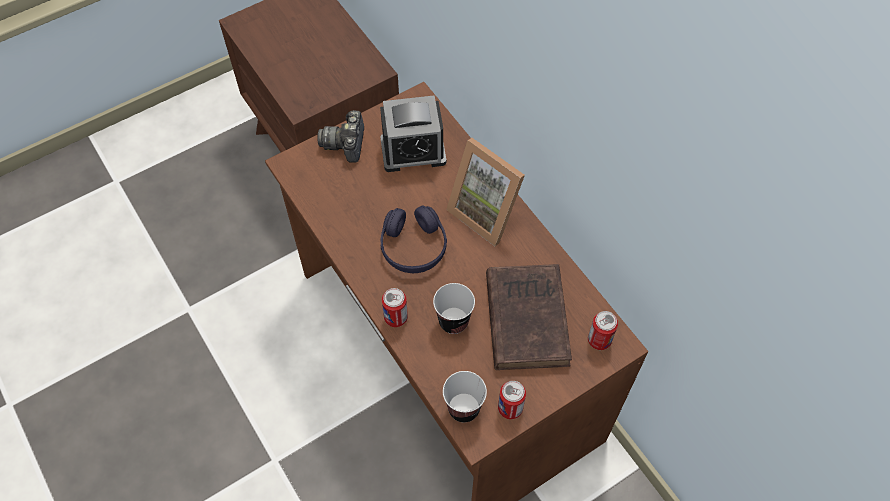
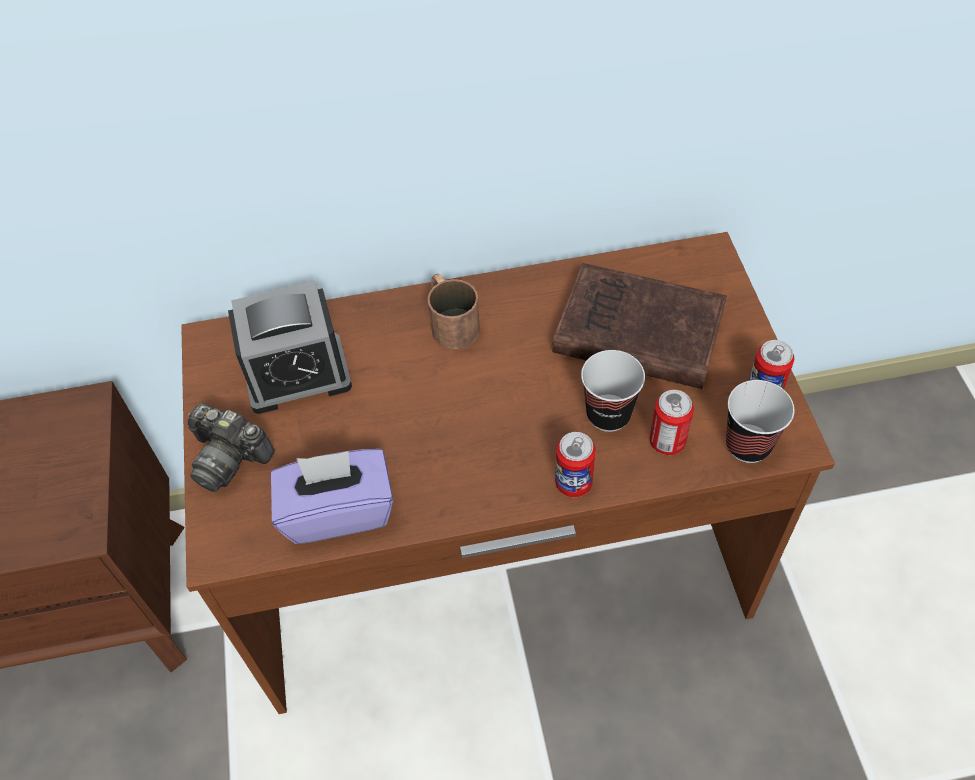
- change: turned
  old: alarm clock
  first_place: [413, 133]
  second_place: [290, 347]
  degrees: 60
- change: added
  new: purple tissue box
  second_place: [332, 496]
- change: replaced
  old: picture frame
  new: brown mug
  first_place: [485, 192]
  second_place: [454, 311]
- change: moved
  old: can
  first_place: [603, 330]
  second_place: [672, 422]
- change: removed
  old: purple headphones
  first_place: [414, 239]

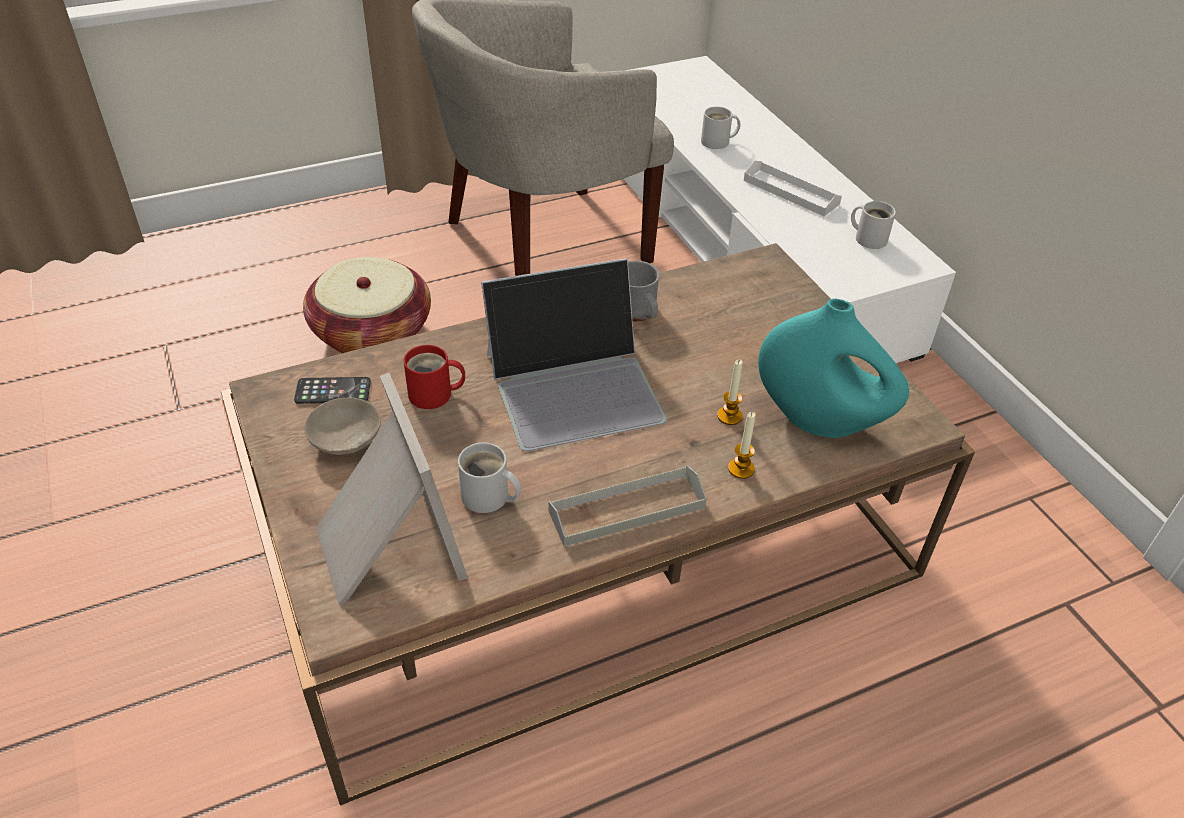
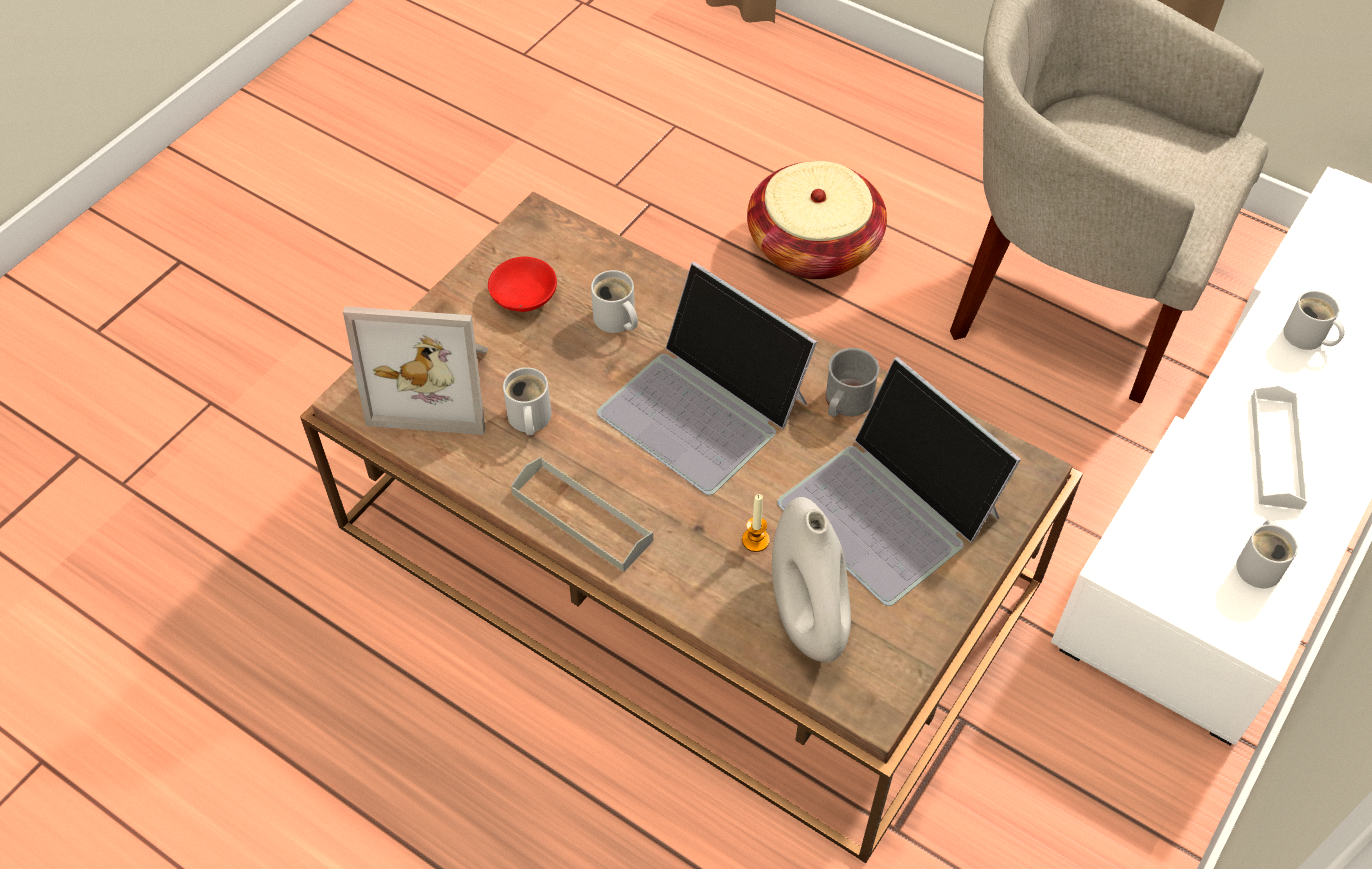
- change: turned
  old: picture frame
  first_place: [392, 489]
  second_place: [415, 370]
  degrees: 60
- change: recoloured
  old: beige bowl
  new: red bowl
  first_place: [342, 426]
  second_place: [522, 284]
- change: recoloured
  old: red mug
  new: white mug
  first_place: [434, 377]
  second_place: [614, 301]
- change: recoloured
  old: turquoise vase
  new: white vase
  first_place: [833, 368]
  second_place: [811, 580]
- change: added
  new: laptop
  second_place: [899, 481]
- change: removed
  old: phone
  first_place: [332, 390]
- change: removed
  old: candle
  first_place: [742, 445]

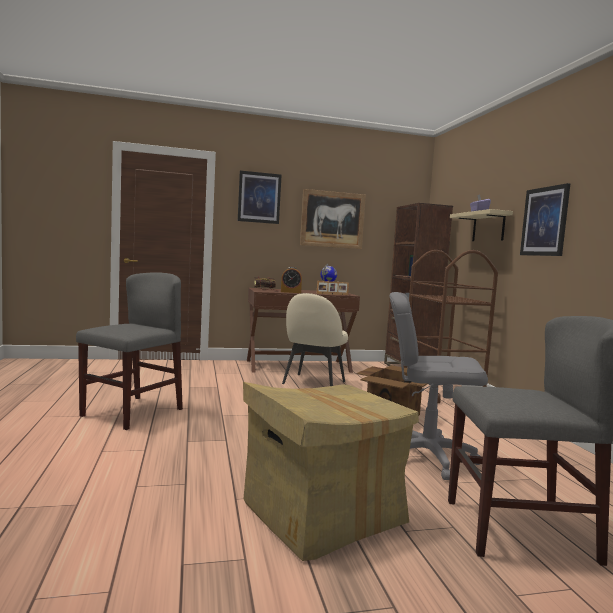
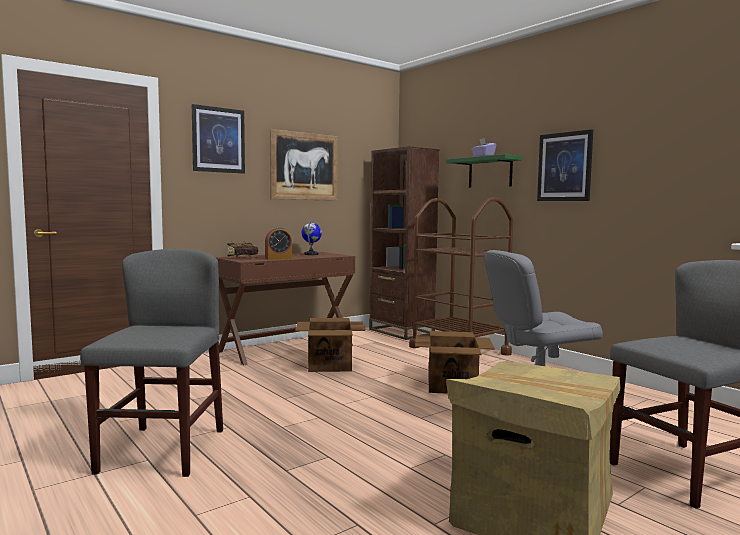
- change: replaced
  old: beige chair
  new: cardboard box
  first_place: [315, 339]
  second_place: [330, 345]
- change: recoloured
  old: beige shelf
  new: green shelf
  first_place: [481, 225]
  second_place: [484, 171]
- change: removed
  old: picture frame
  first_place: [333, 288]

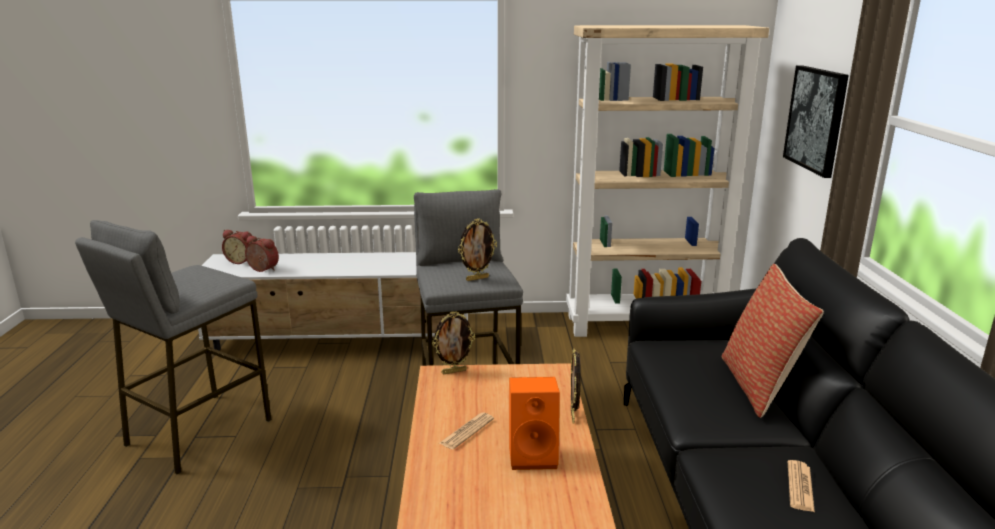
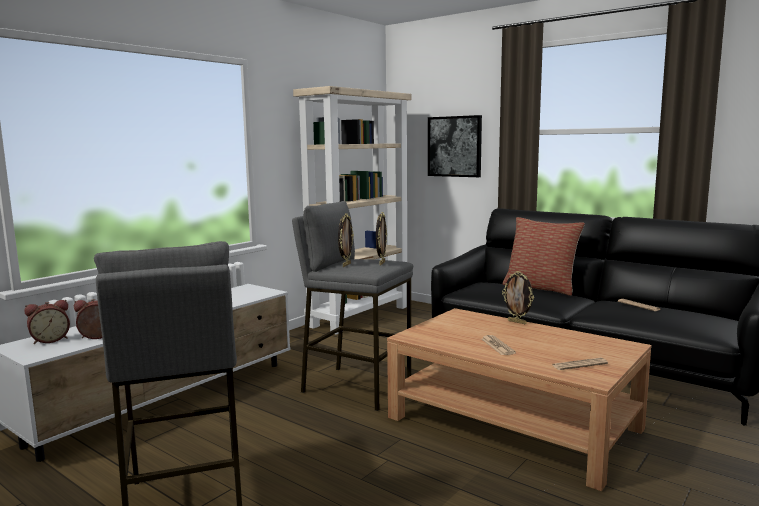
- change: moved
  old: picture frame
  first_place: [453, 342]
  second_place: [346, 240]
- change: added
  new: newspaper
  second_place: [580, 364]
- change: removed
  old: orange speaker
  first_place: [534, 423]

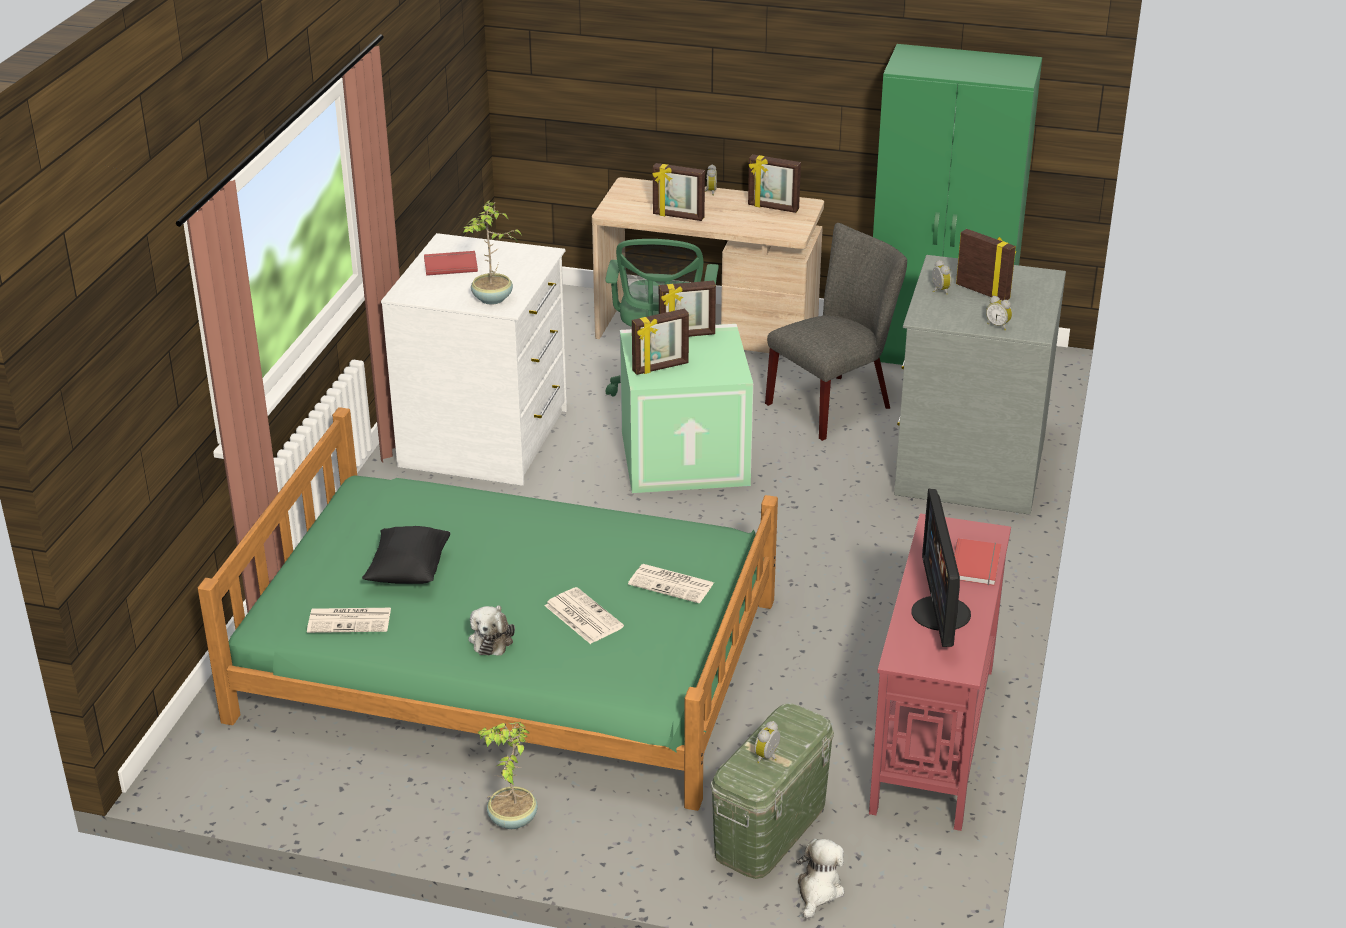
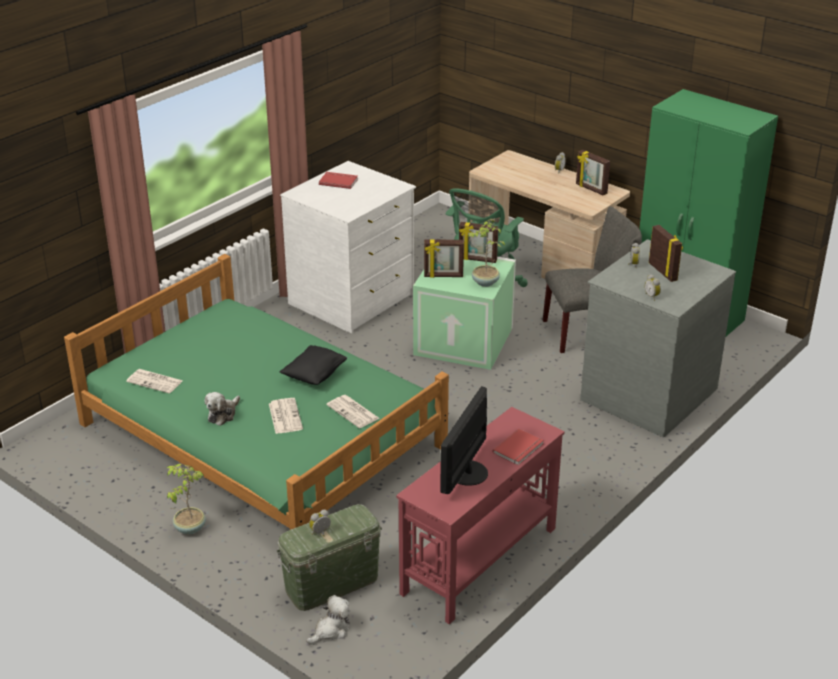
- change: moved
  old: black pillow
  first_place: [406, 555]
  second_place: [313, 365]
- change: moved
  old: potted plant
  first_place: [492, 252]
  second_place: [486, 253]
- change: removed
  old: picture frame
  first_place: [678, 192]

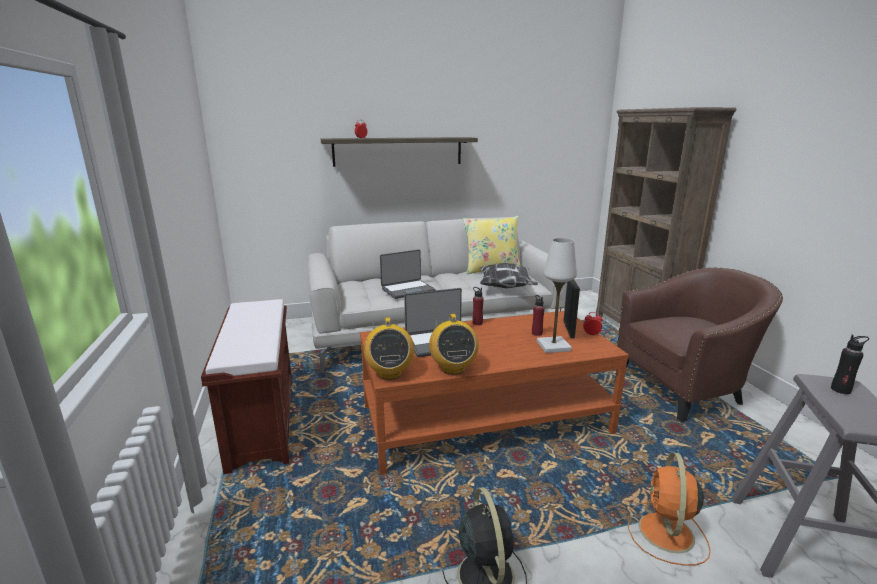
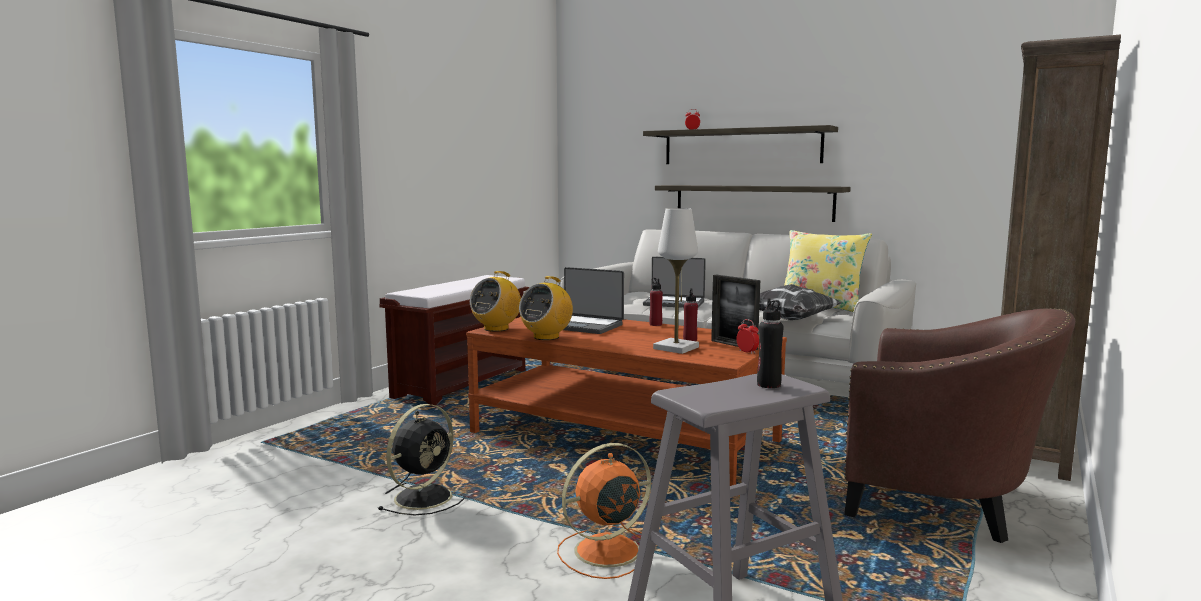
- change: added
  new: shelf
  second_place: [753, 203]
- change: turned
  old: picture frame
  first_place: [571, 308]
  second_place: [735, 312]
  degrees: 90

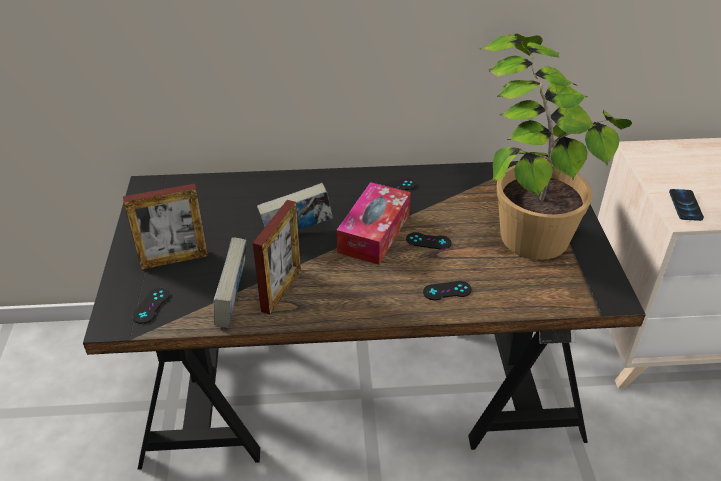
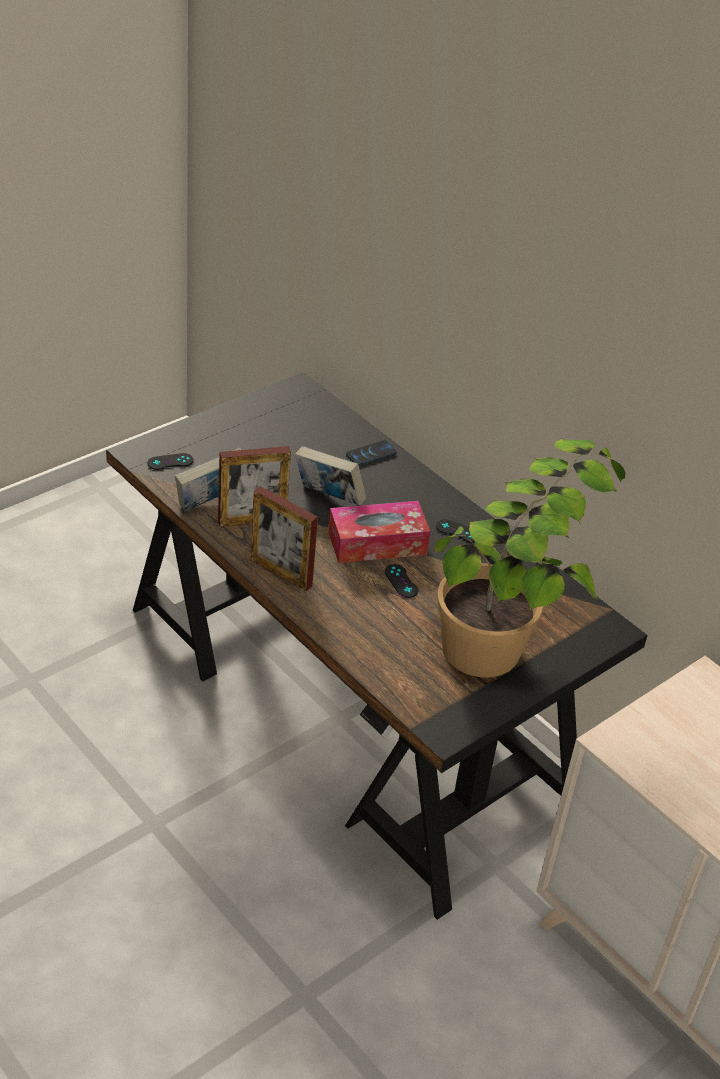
- change: moved
  old: picture frame
  first_place: [165, 227]
  second_place: [284, 538]
- change: moved
  old: phone
  first_place: [686, 205]
  second_place: [371, 453]
- change: removed
  old: black game controller
  first_place: [447, 290]

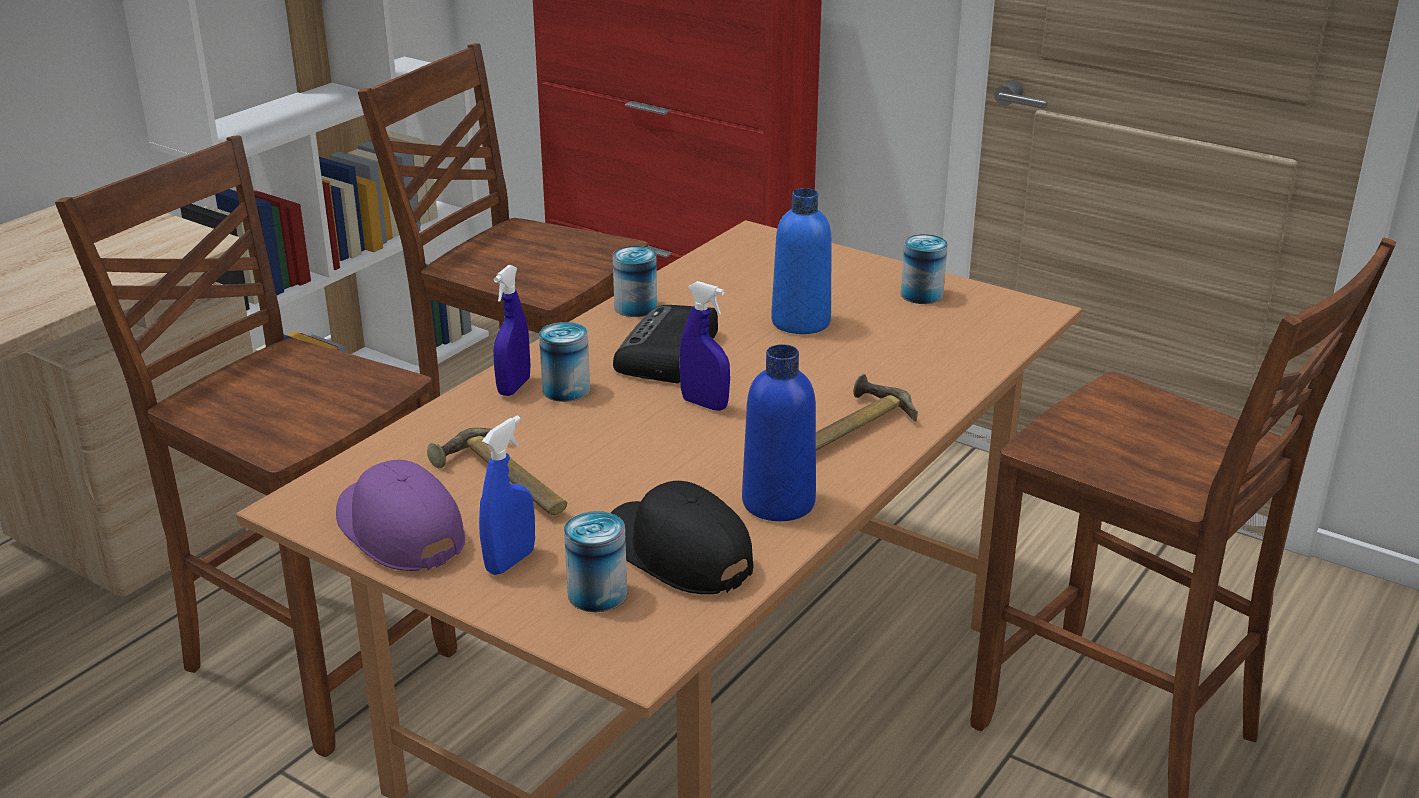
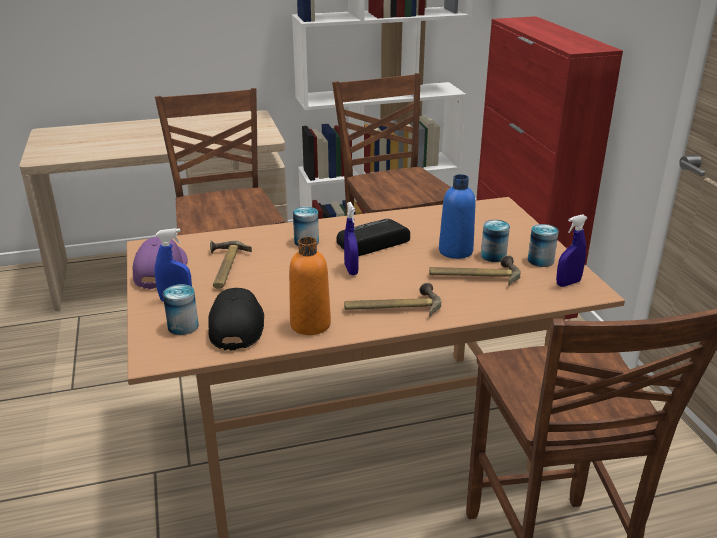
- change: recoloured
  old: blue bottle
  new: orange bottle
  first_place: [779, 432]
  second_place: [310, 286]
- change: added
  new: hammer
  second_place: [475, 270]
- change: moved
  old: can
  first_place: [635, 281]
  second_place: [495, 241]
- change: moved
  old: blue spray bottle
  first_place: [512, 330]
  second_place: [572, 250]

